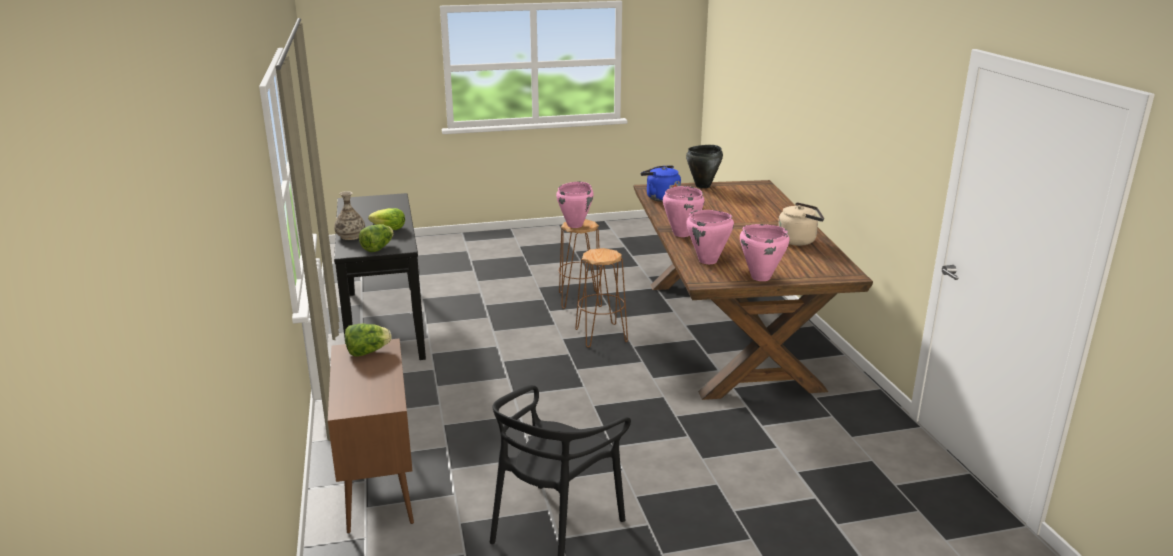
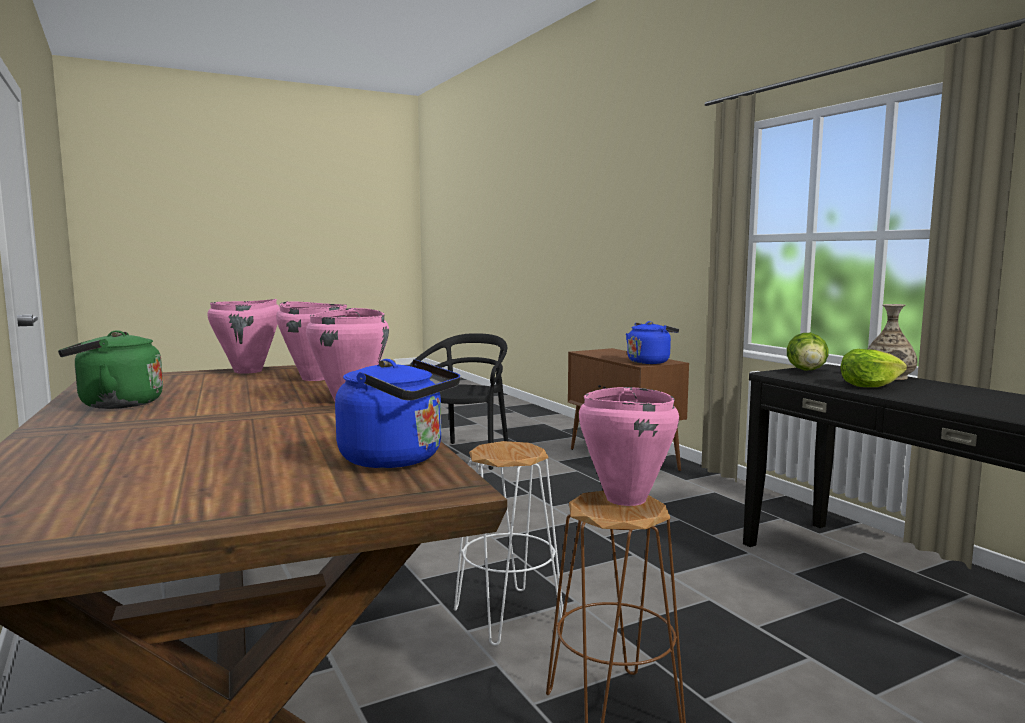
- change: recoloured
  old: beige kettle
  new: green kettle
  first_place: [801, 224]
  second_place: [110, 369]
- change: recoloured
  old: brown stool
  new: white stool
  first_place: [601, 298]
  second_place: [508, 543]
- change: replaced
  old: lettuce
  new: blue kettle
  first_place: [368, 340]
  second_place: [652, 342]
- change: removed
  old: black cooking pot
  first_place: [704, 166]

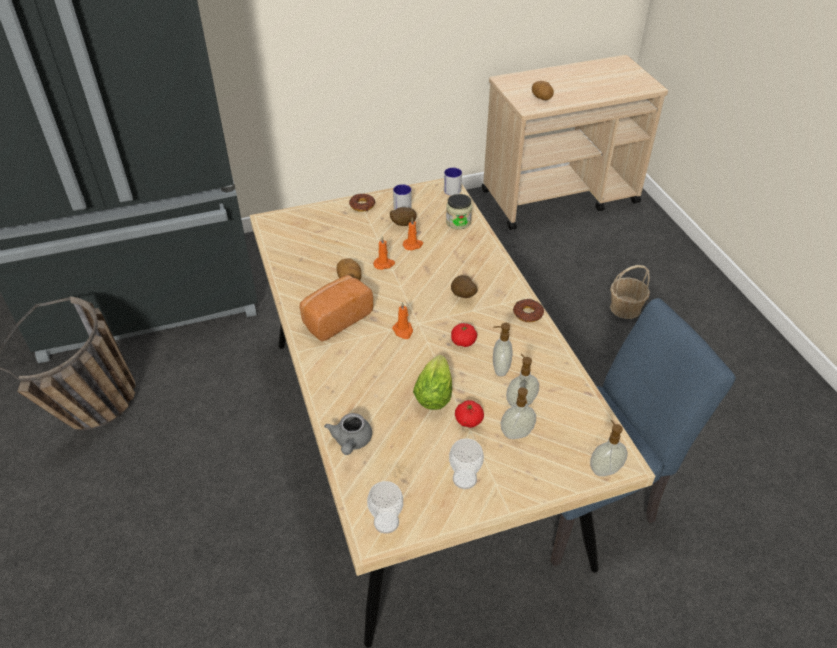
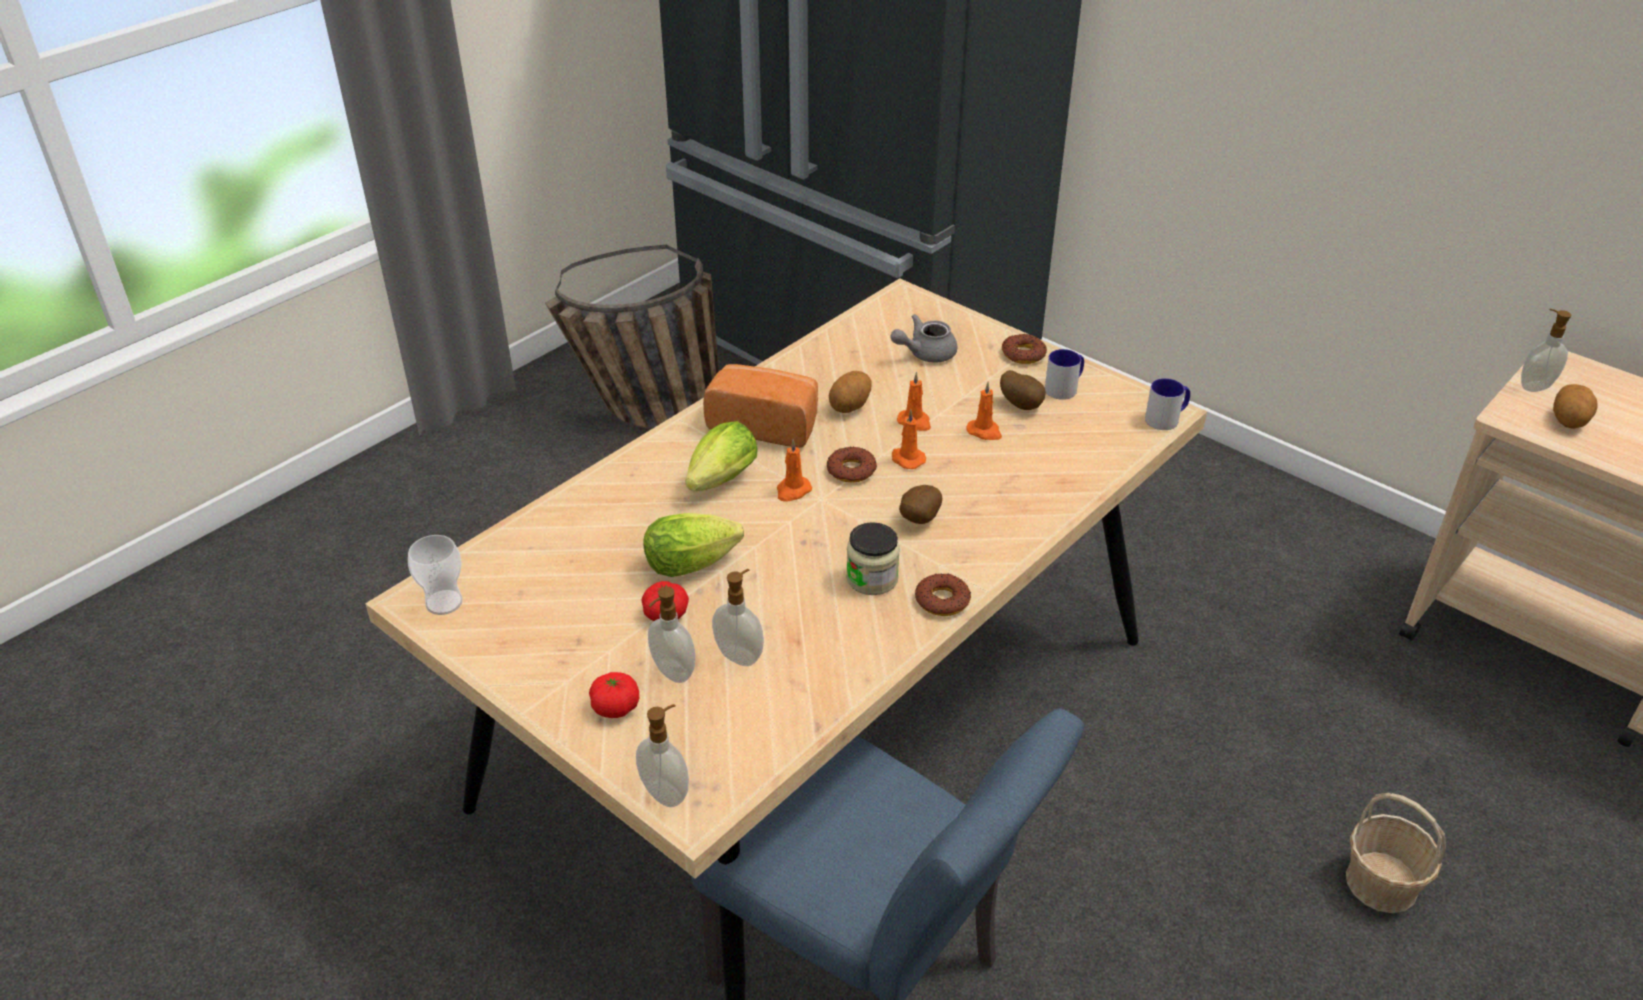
- change: moved
  old: tomato
  first_place: [464, 335]
  second_place: [614, 695]
- change: added
  new: lettuce
  second_place: [721, 456]
- change: added
  new: donut
  second_place: [852, 465]
- change: moved
  old: jar
  first_place: [459, 212]
  second_place: [873, 558]
- change: moved
  old: grey teapot
  first_place: [348, 434]
  second_place: [923, 338]
- change: added
  new: orange candle
  second_place: [909, 439]
- change: moved
  old: soap dispenser
  first_place: [503, 349]
  second_place: [1546, 350]
- change: removed
  old: cup
  first_place: [466, 463]

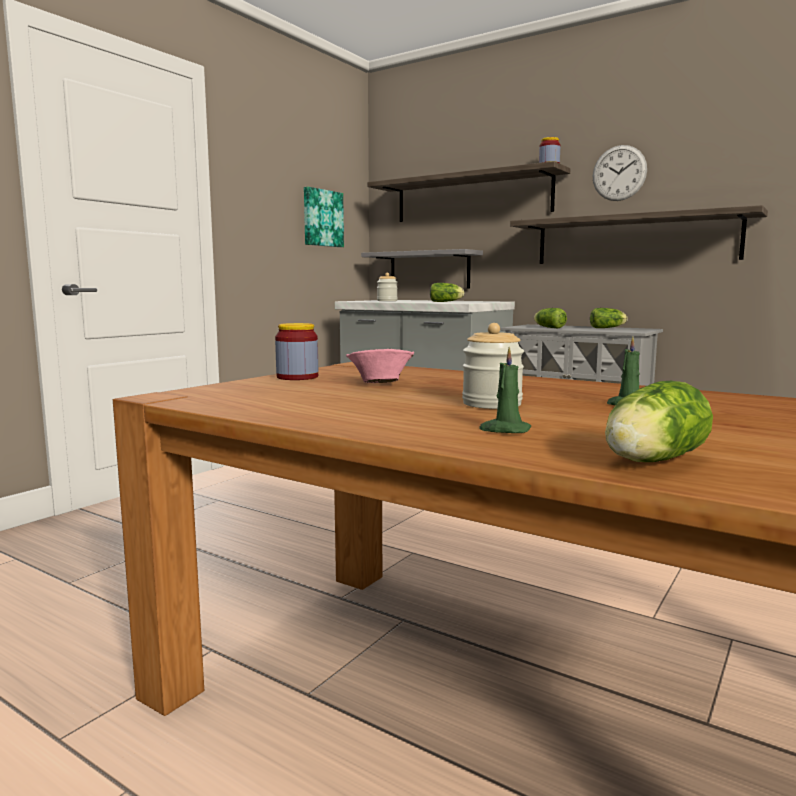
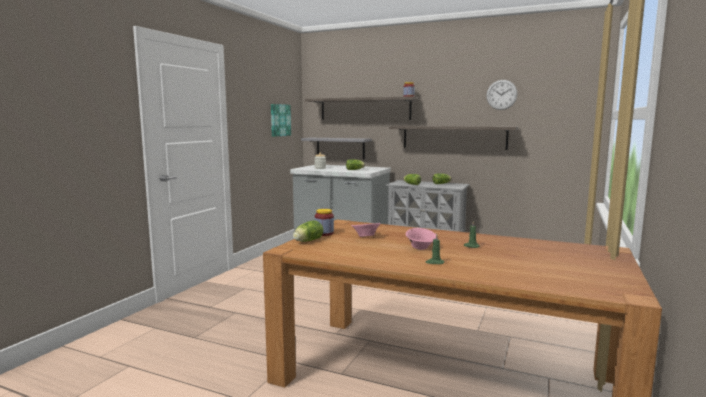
- change: moved
  old: lettuce
  first_place: [659, 421]
  second_place: [308, 231]
- change: replaced
  old: jar
  new: pink bowl
  first_place: [493, 366]
  second_place: [422, 239]
- change: moved
  old: wall clock
  first_place: [620, 173]
  second_place: [501, 95]

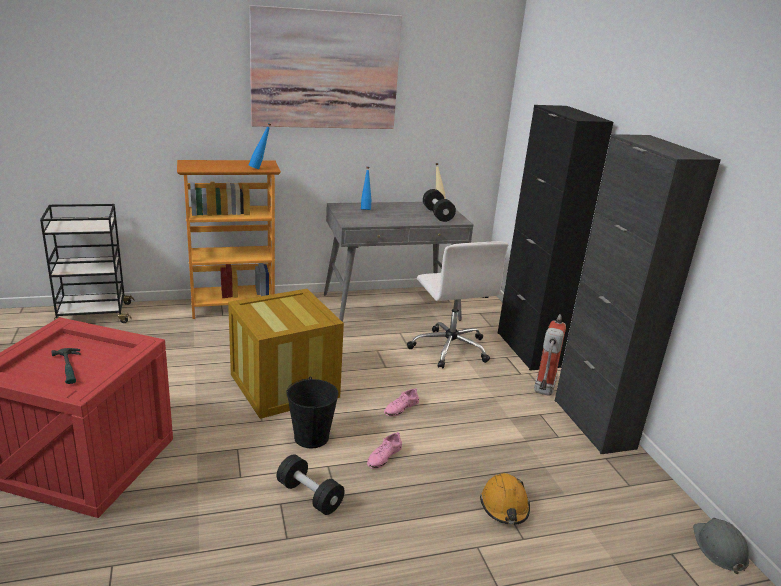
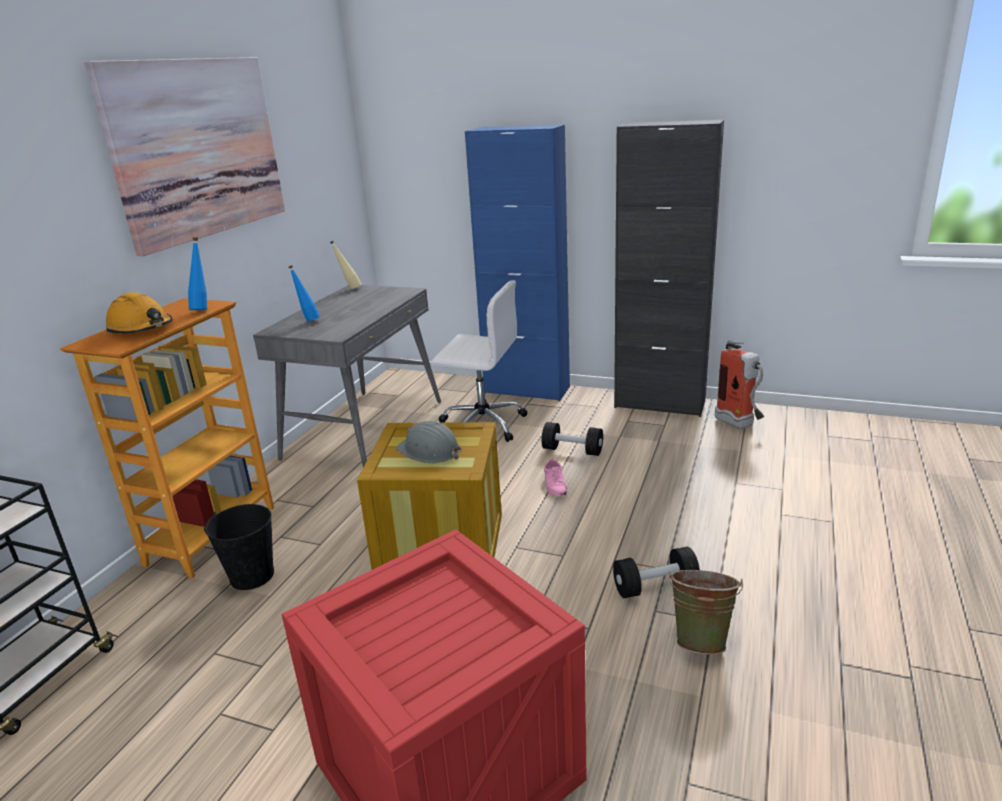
- change: moved
  old: orange hard hat
  first_place: [505, 499]
  second_place: [139, 313]
- change: moved
  old: black bucket
  first_place: [312, 412]
  second_place: [239, 547]
- change: moved
  old: grey hard hat
  first_place: [721, 546]
  second_place: [429, 442]
- change: recoloured
  old: black cabinet
  new: blue cabinet
  first_place: [555, 238]
  second_place: [517, 263]
- change: moved
  old: black dumbbell
  first_place: [439, 205]
  second_place: [572, 439]
- change: added
  new: green bucket
  second_place: [705, 612]
- change: moved
  old: fire extinguisher
  first_place: [550, 355]
  second_place: [739, 384]
- change: removed
  old: hammer
  first_place: [66, 366]
- change: removed
  old: pink shoe
  first_place: [384, 450]

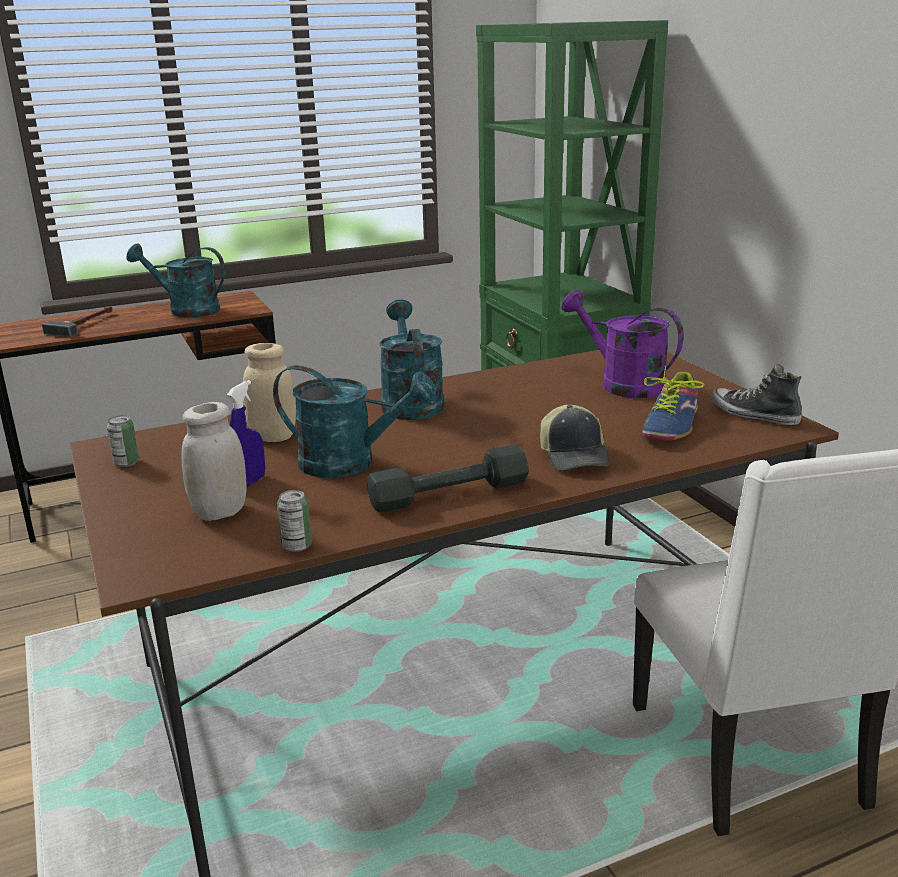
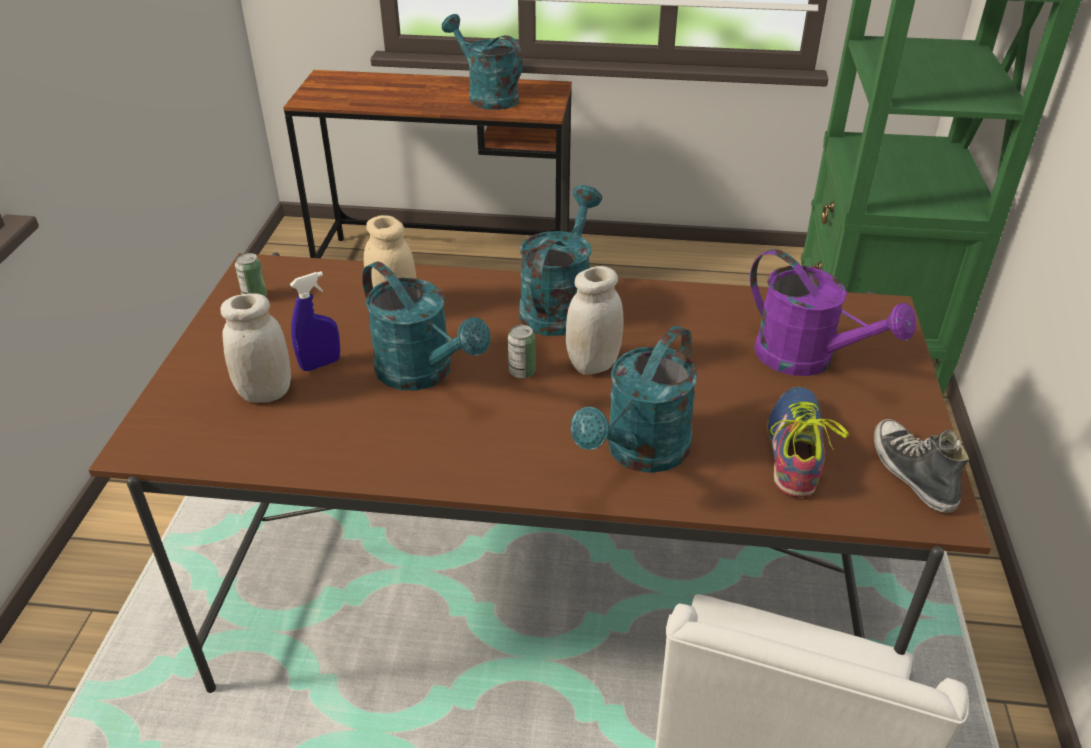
- change: moved
  old: can
  first_place: [294, 521]
  second_place: [522, 351]
- change: added
  new: white jar
  second_place: [595, 320]
- change: replaced
  old: cap
  new: turquoise watering can
  first_place: [575, 438]
  second_place: [634, 399]
- change: turned
  old: purple watering can
  first_place: [622, 344]
  second_place: [833, 312]
  degrees: 150
- change: turned
  old: shoe
  first_place: [673, 402]
  second_place: [807, 442]
  degrees: 135
- change: removed
  old: hammer
  first_place: [77, 321]
- change: removed
  old: grey dumbbell
  first_place: [448, 478]

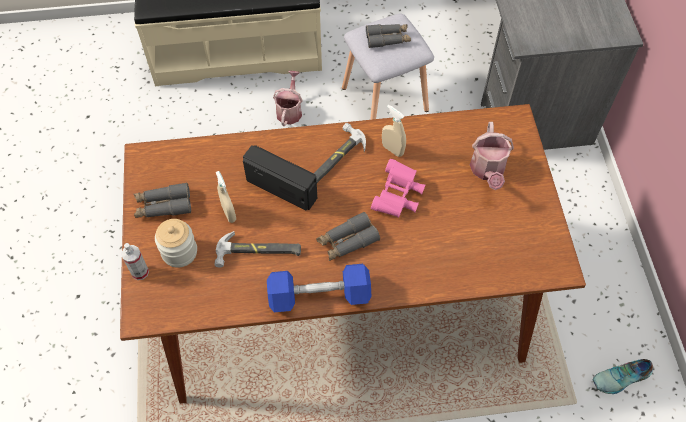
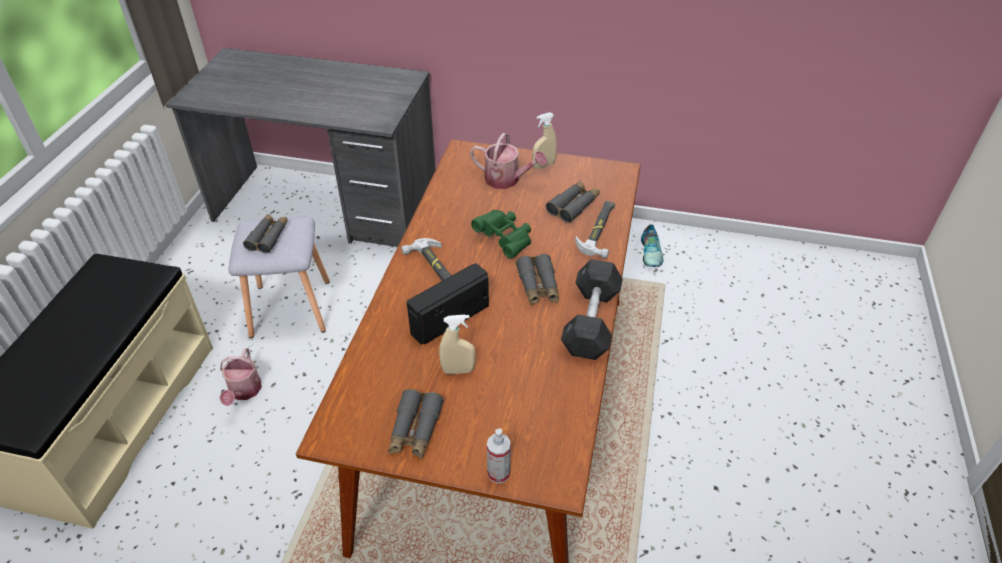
- change: turned
  old: watering can
  first_place: [288, 98]
  second_place: [240, 377]
  degrees: -120
- change: recoloured
  old: pink binoculars
  new: green binoculars
  first_place: [398, 188]
  second_place: [501, 234]
- change: moved
  old: beige spray bottle
  first_place: [394, 131]
  second_place: [544, 140]
- change: added
  new: grey binoculars
  second_place: [573, 202]
- change: recoloured
  old: blue dumbbell
  new: grey dumbbell
  first_place: [319, 288]
  second_place: [592, 309]
- change: moved
  old: hammer
  first_place: [257, 249]
  second_place: [595, 230]
- change: removed
  old: jar
  first_place: [176, 243]

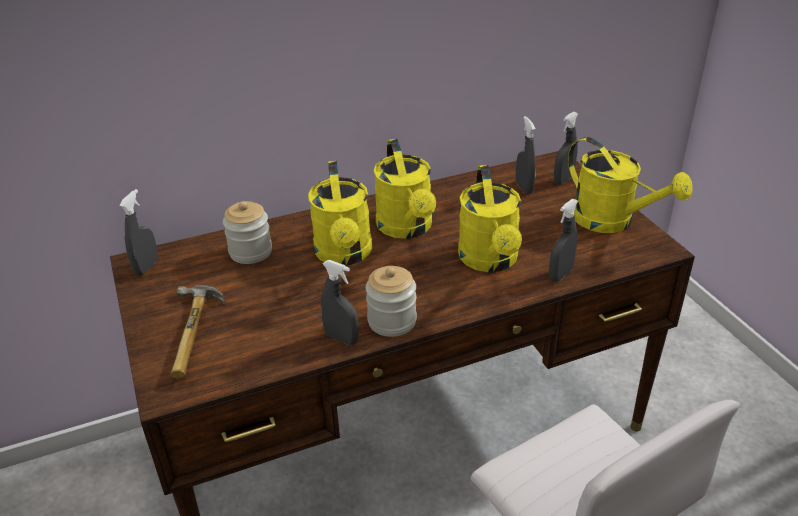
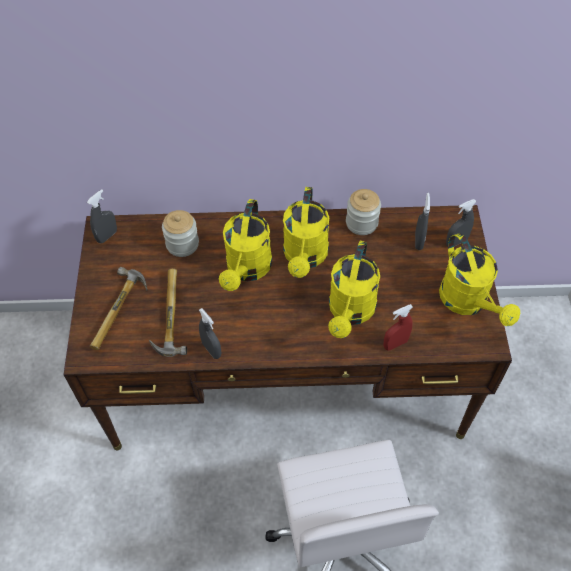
- change: added
  new: hammer
  second_place: [168, 312]
- change: moved
  old: jar
  first_place: [391, 301]
  second_place: [363, 212]
- change: recoloured
  old: grey spray bottle
  new: red spray bottle
  first_place: [563, 240]
  second_place: [398, 327]

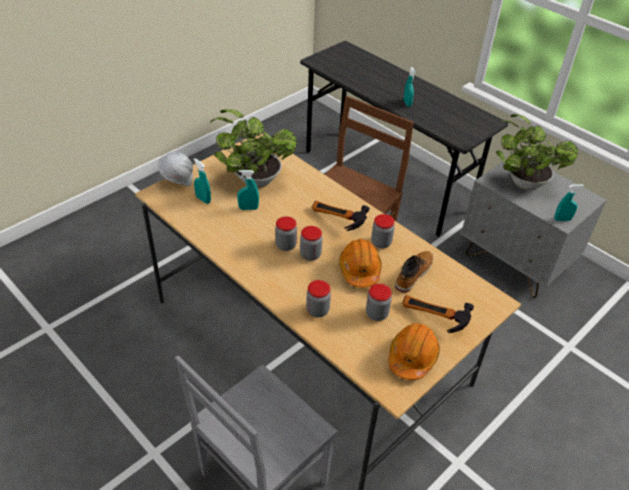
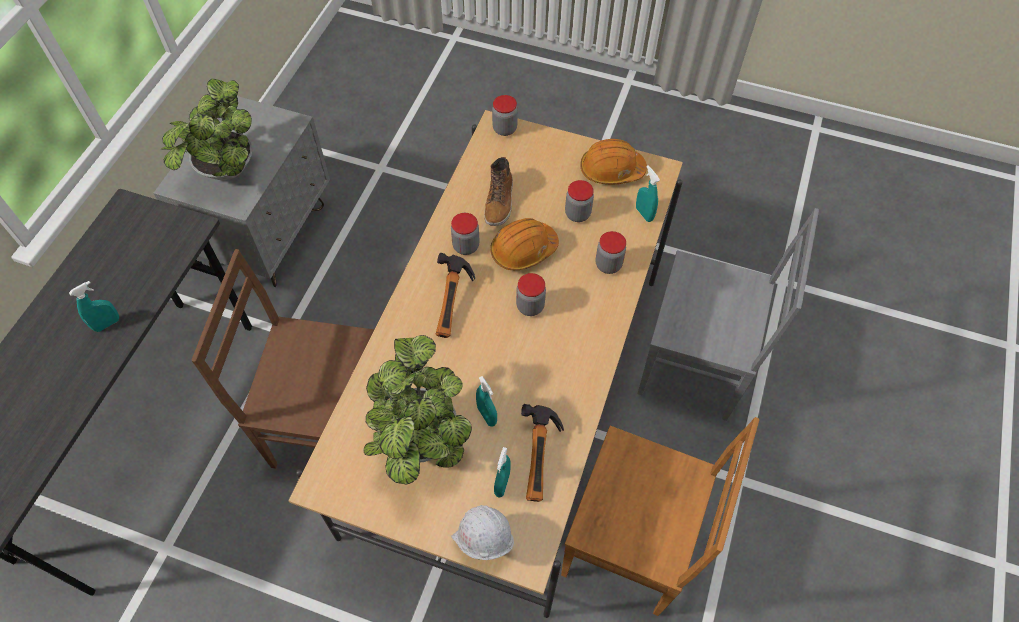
- change: turned
  old: boot
  first_place: [414, 272]
  second_place: [498, 191]
  degrees: -90
- change: moved
  old: jar
  first_place: [286, 233]
  second_place: [505, 115]
- change: moved
  old: hammer
  first_place: [438, 314]
  second_place: [542, 453]
- change: added
  new: brown chair
  second_place: [660, 516]
- change: moved
  old: turquoise spray bottle
  first_place: [569, 202]
  second_place: [648, 193]

